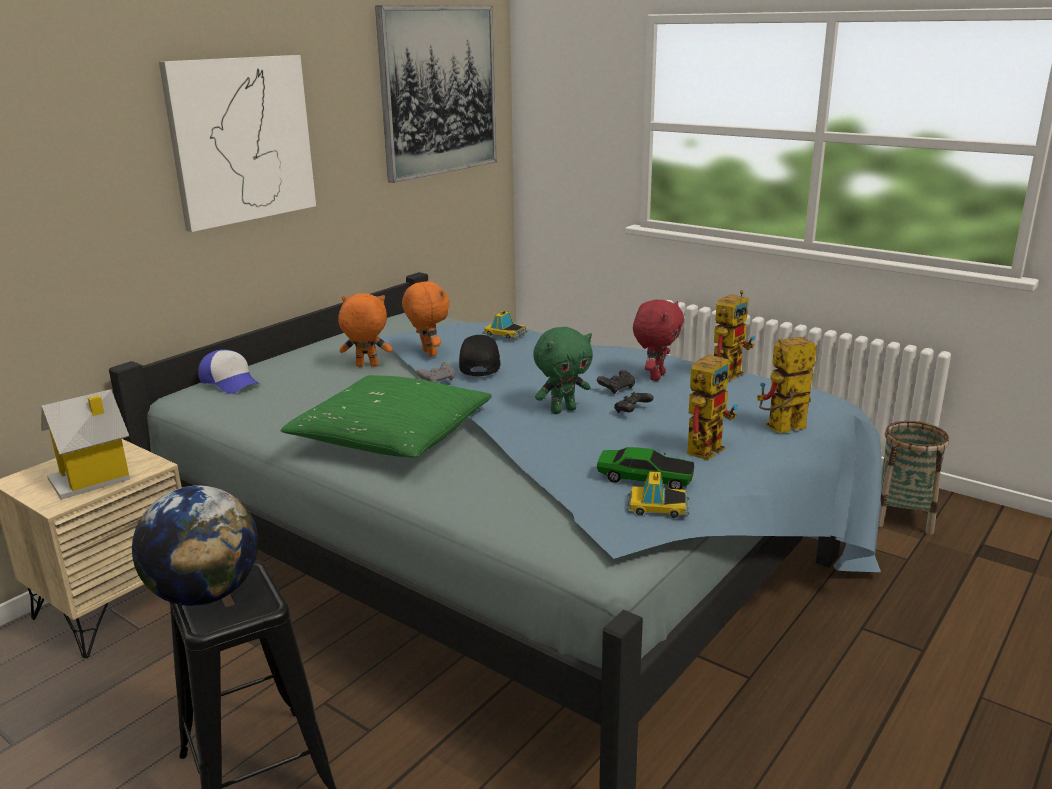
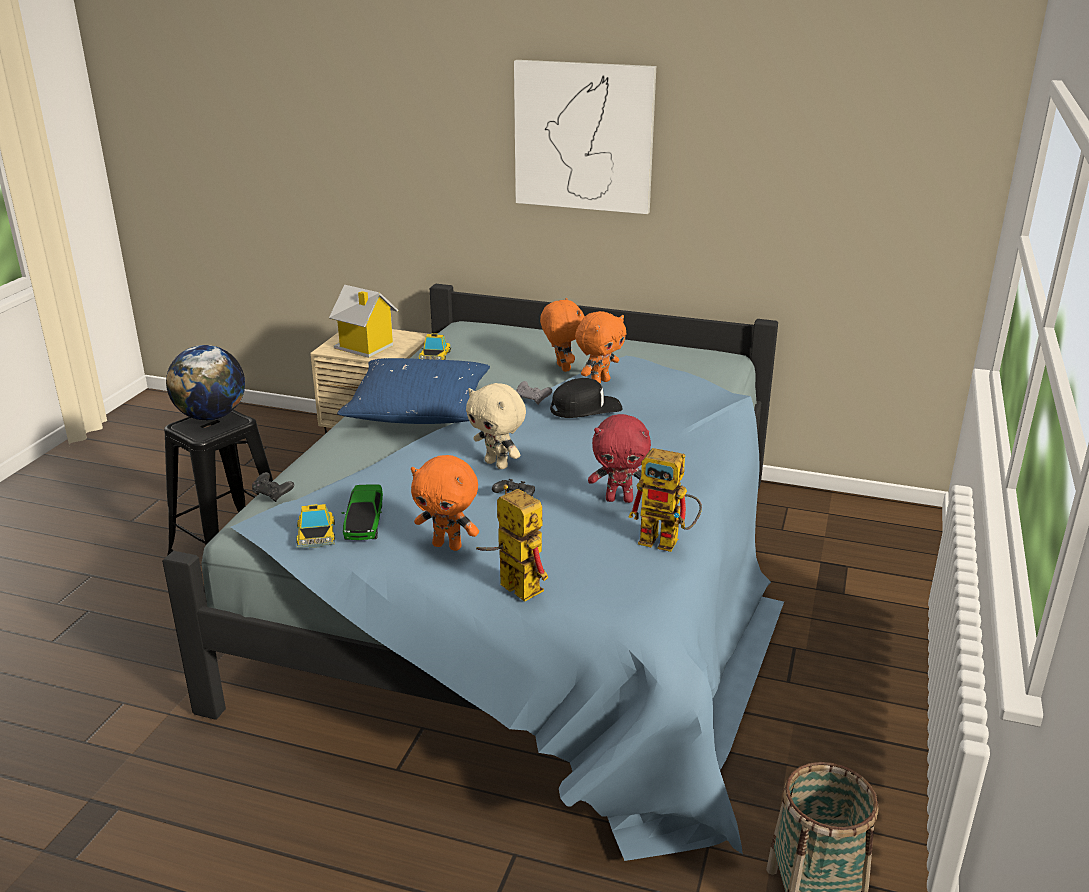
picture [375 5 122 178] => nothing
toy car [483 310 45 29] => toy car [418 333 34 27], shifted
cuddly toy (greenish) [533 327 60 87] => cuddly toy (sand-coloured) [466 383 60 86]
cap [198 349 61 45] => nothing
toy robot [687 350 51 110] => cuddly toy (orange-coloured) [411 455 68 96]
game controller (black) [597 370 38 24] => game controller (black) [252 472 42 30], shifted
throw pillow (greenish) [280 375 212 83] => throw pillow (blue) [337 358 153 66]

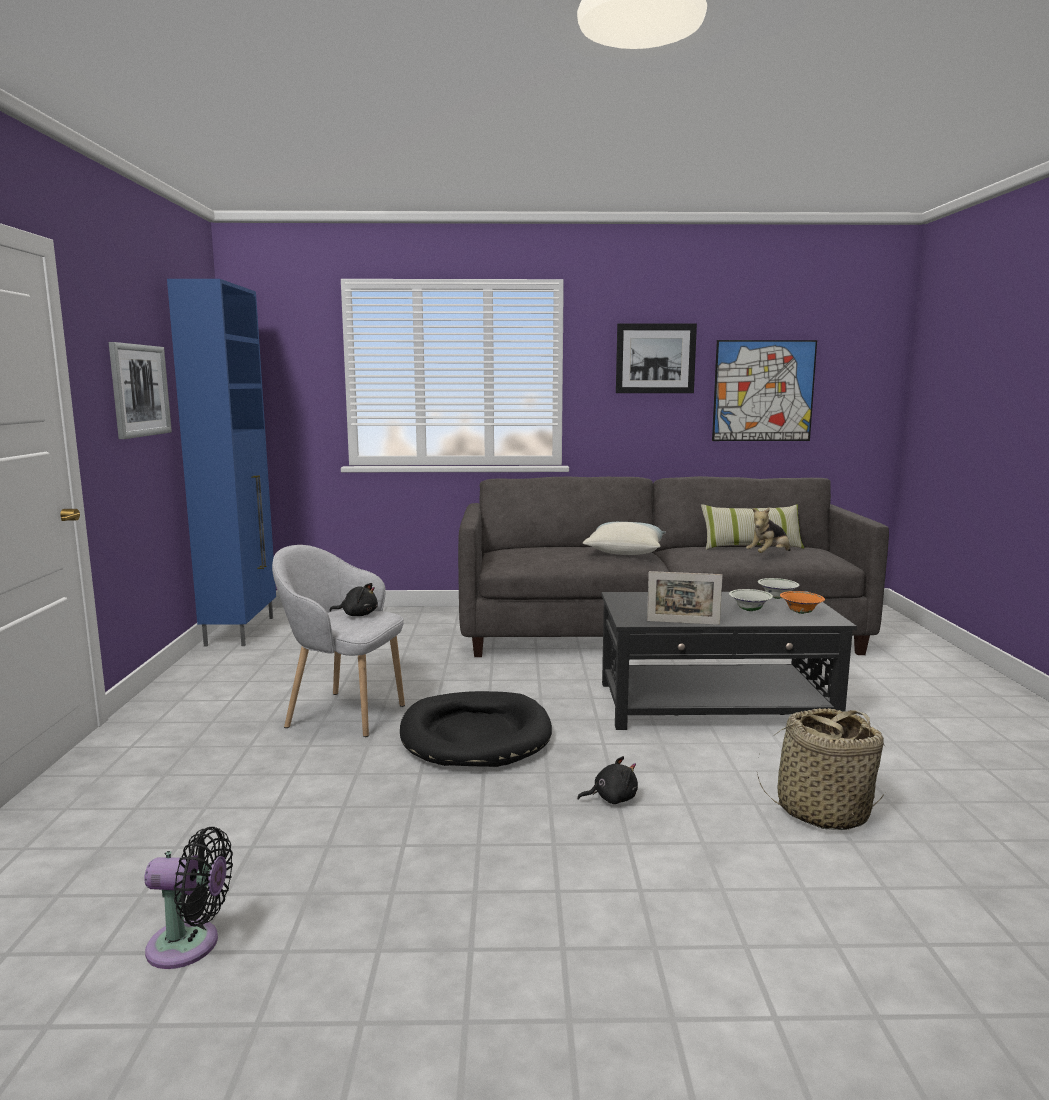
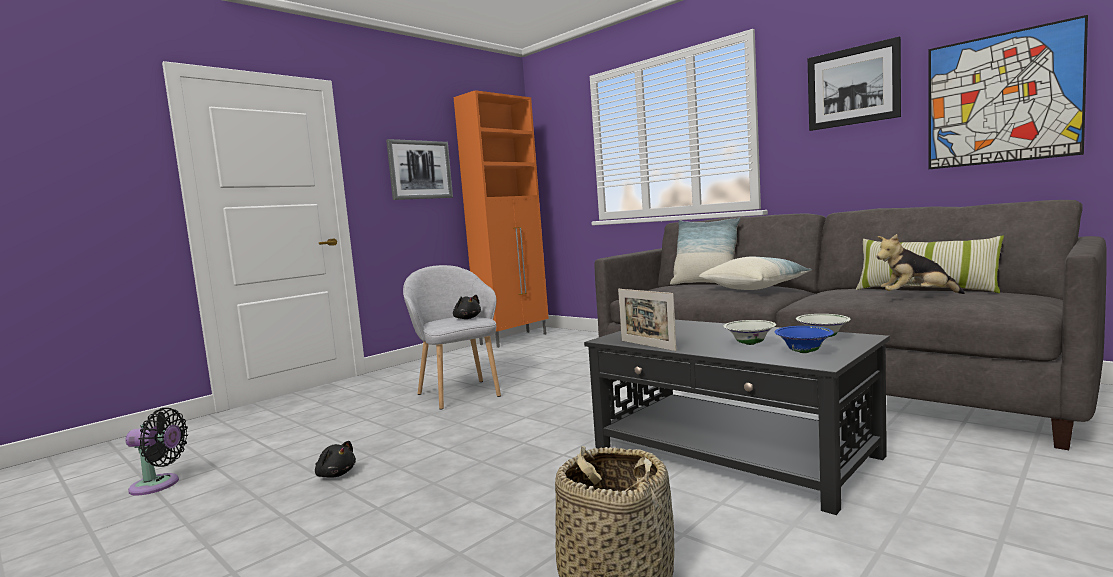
cupboard (blue) [167 279 109 368] => cupboard (orange-coloured) [453 90 96 258]
deep dish (orange-coloured) [780 591 45 23] => deep dish (blue) [774 326 60 27]
dog bed (black) [400 691 152 76] => nothing
cuddly toy (black) [577 756 61 48] => cuddly toy (black) [315 441 41 37], shifted
cooling fan (black) [144 827 89 142] => cooling fan (black) [125 408 63 88], 45 degrees counterclockwise
nothing => throw pillow [670 217 70 68]

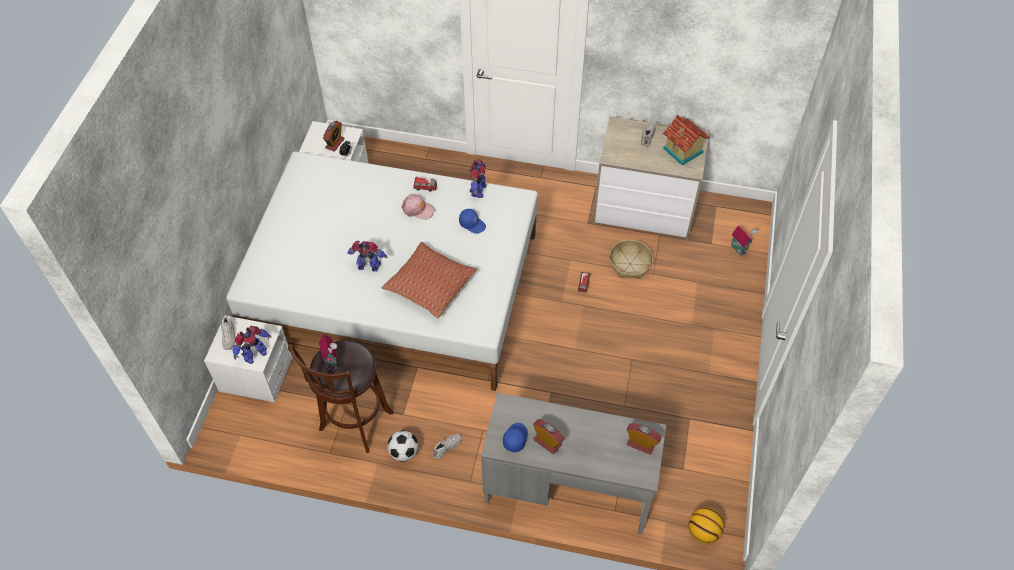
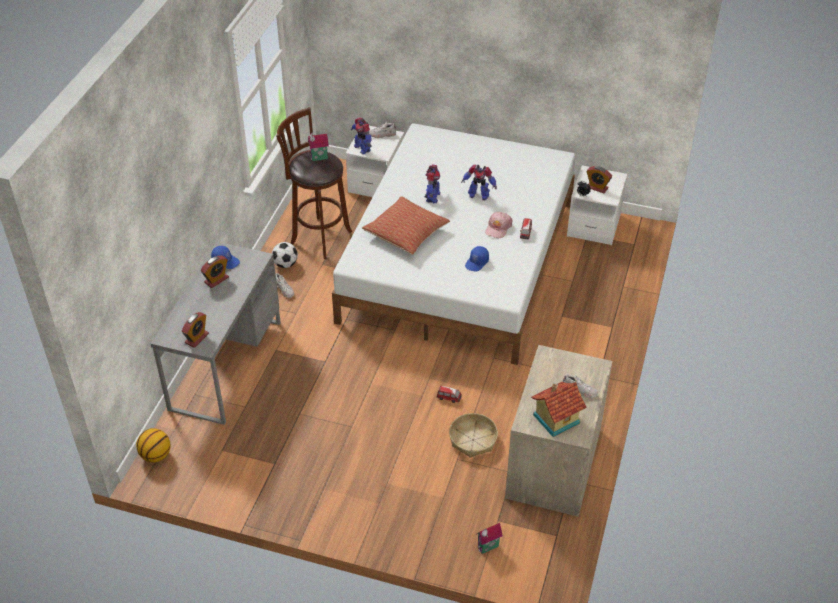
toy robot [469 159 18 39] => toy robot [461 165 36 35], shifted

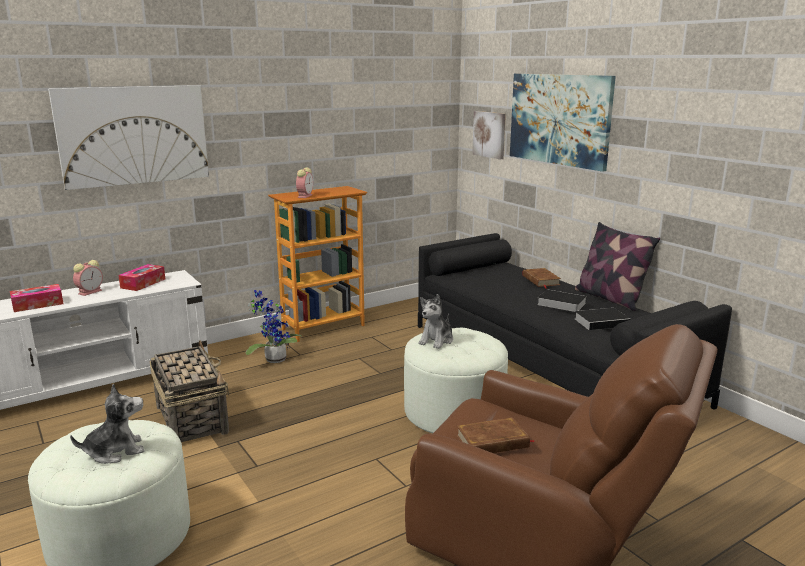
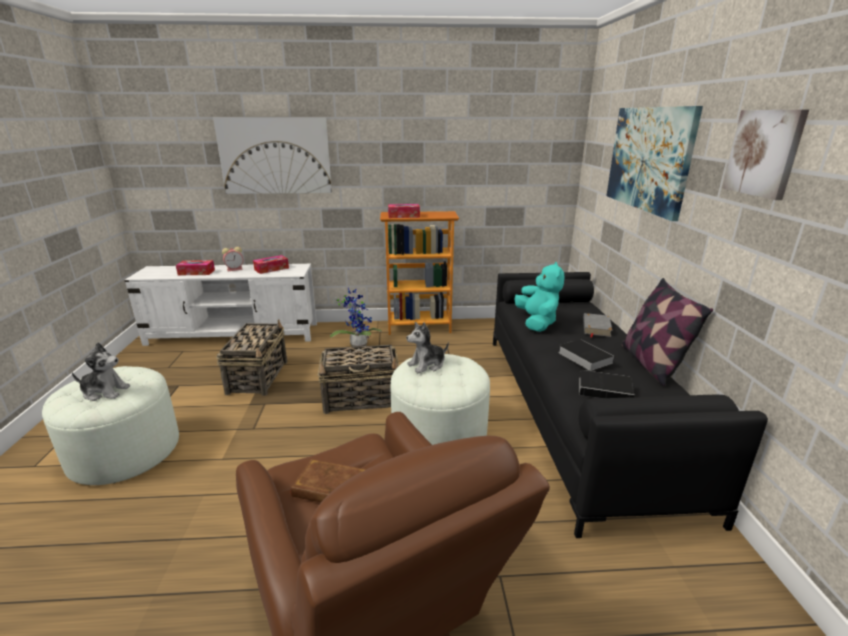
picture [472 111 34 49] => picture [722 110 87 90], shifted
table clock [296 167 17 31] => tissue holder [388 204 32 14]
volume (brownish) [523 268 38 21] => volume (gray) [583 313 29 25]
nothing => cuddly toy (turquoise-coloured) [515 262 50 70]
nothing => basket [317 345 82 69]

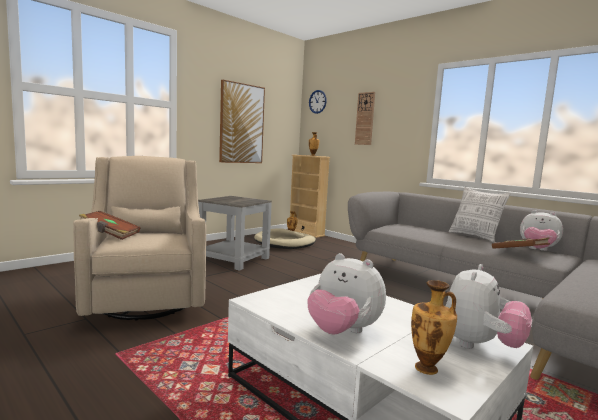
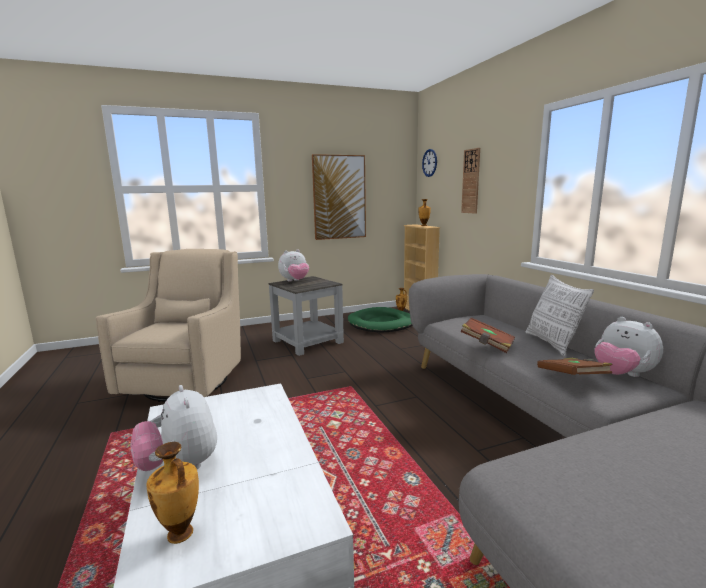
volume (brownish) [79 211 61 29] => volume (brownish) [460 318 55 35], shifted
dog bed (sand-coloured) [254 229 62 20] => dog bed (greenish) [348 307 64 26]
cuddly toy [446 264 86 85] => cuddly toy [278 250 31 32], shifted

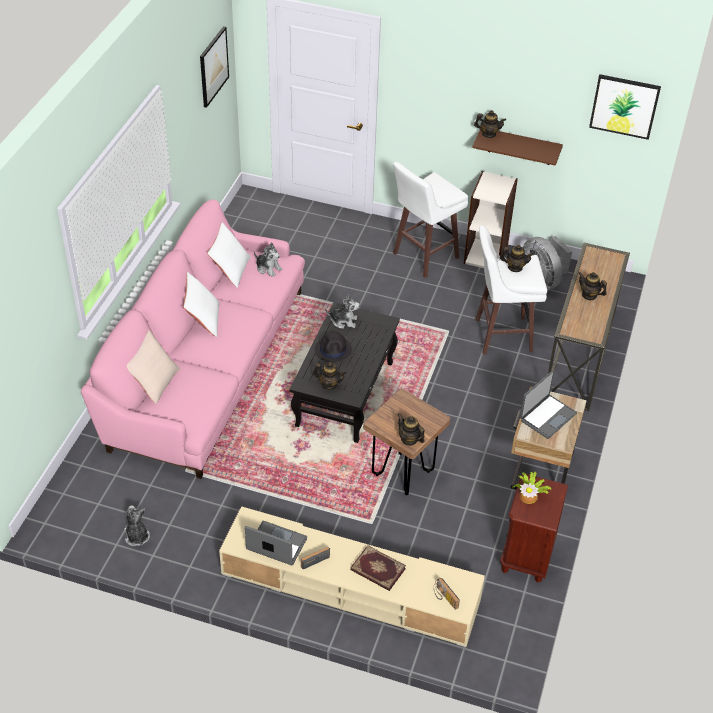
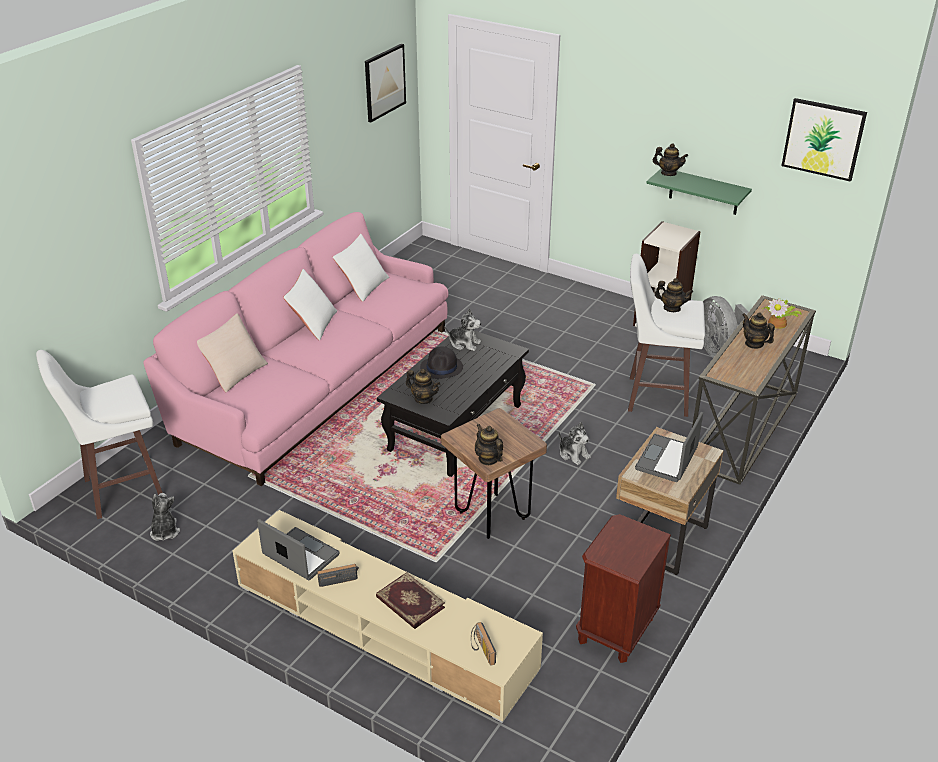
shelf (brownish) [472 130 91 36] => shelf (greenish) [646 169 106 46]
stool (white-coloured) [393 162 75 116] => stool (white-coloured) [36 350 127 169], shifted
cuddly toy [254 242 28 35] => cuddly toy [558 422 33 43], shifted
laptop [520 370 57 69] => laptop [635 412 68 70], 150 degrees clockwise
plant in a pot [512 471 40 33] => plant in a pot [761 298 41 31], shifted

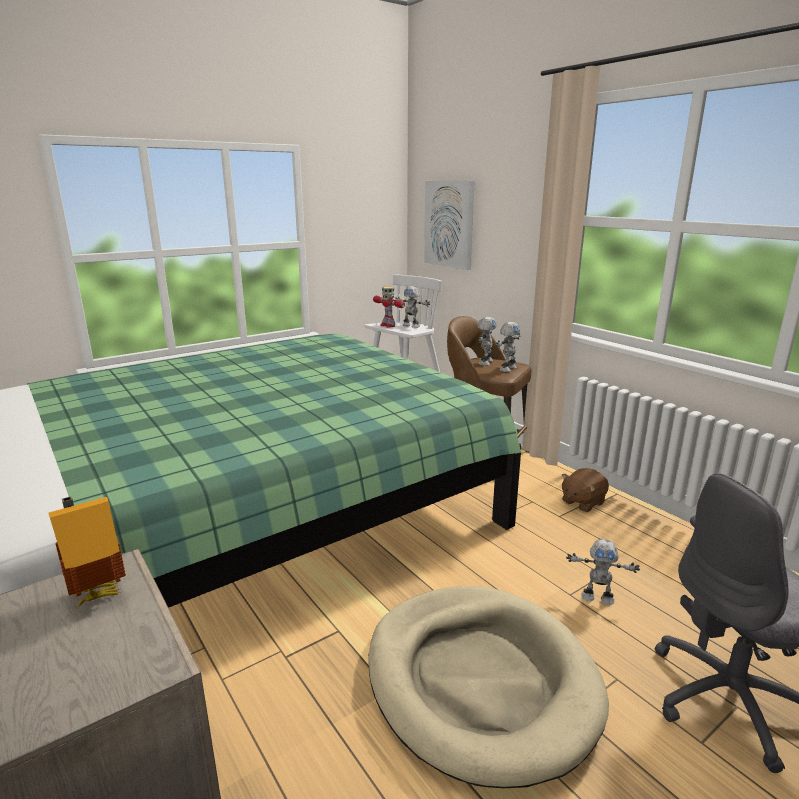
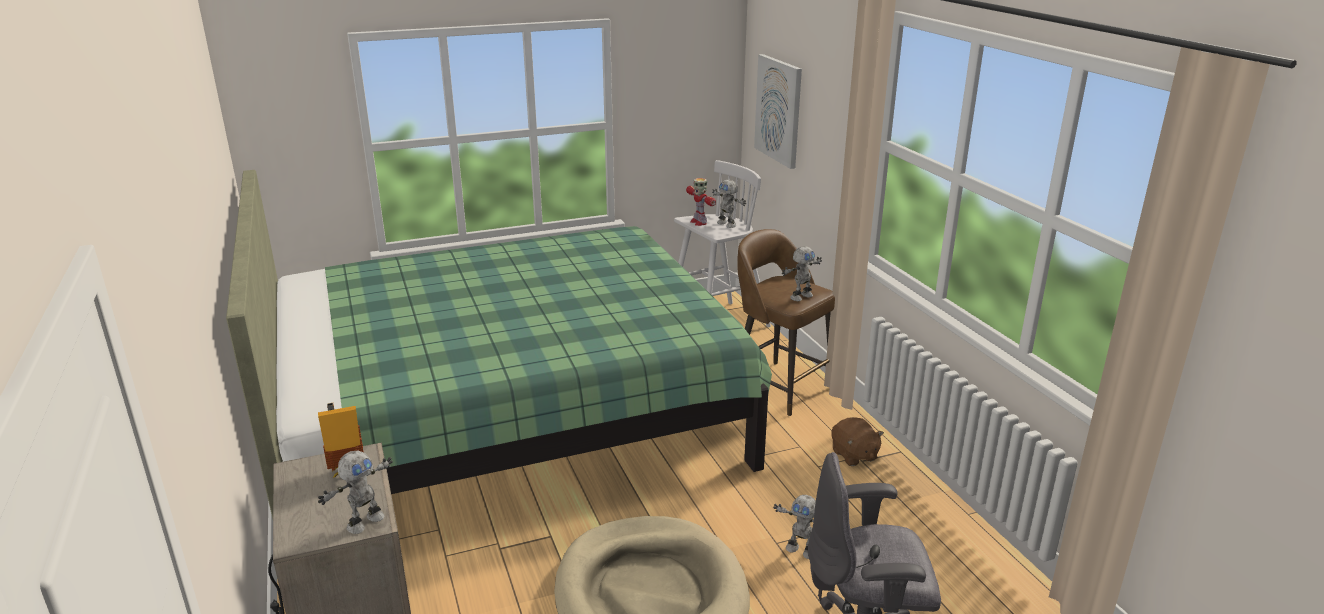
toy robot [478 317 19 49] => toy robot [318 451 75 83], shifted
cuddly toy (brownish) [562 468 47 44] => cuddly toy (brownish) [831 417 53 49], 90 degrees counterclockwise

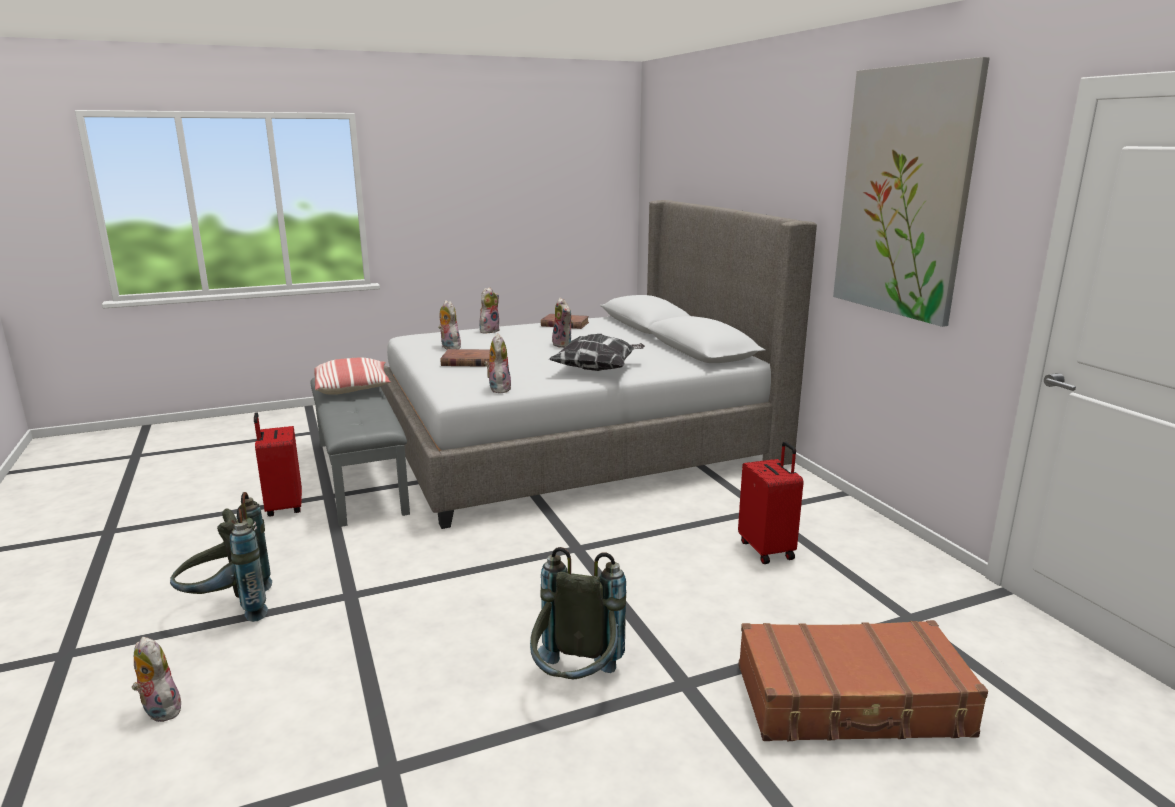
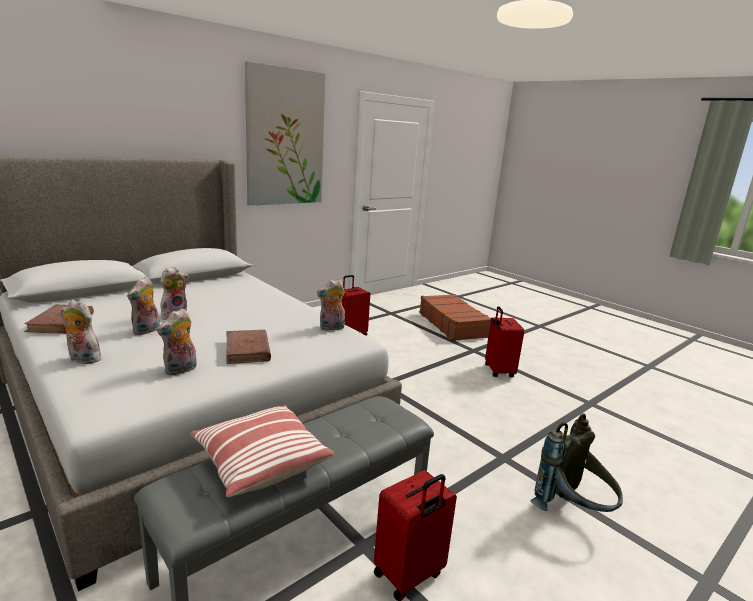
throw pillow [550 334 95 37] => nothing
backpack (gray) [530 547 96 132] => piece of luggage (red) [485 306 39 71]
cuddly toy [132 637 49 85] => cuddly toy [127 277 33 58], shifted

